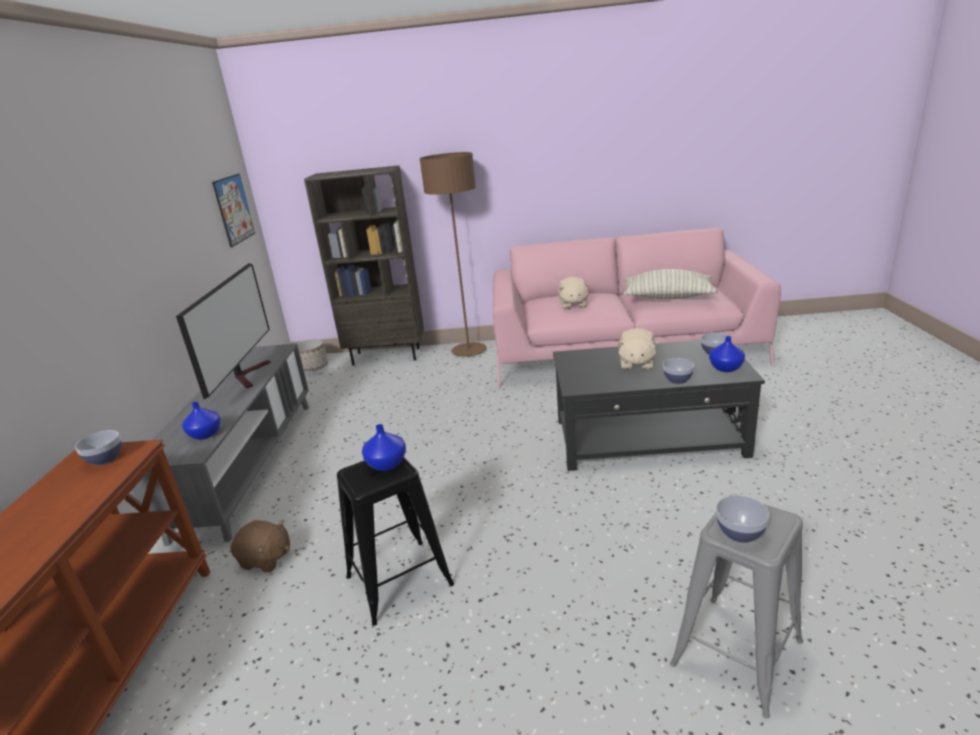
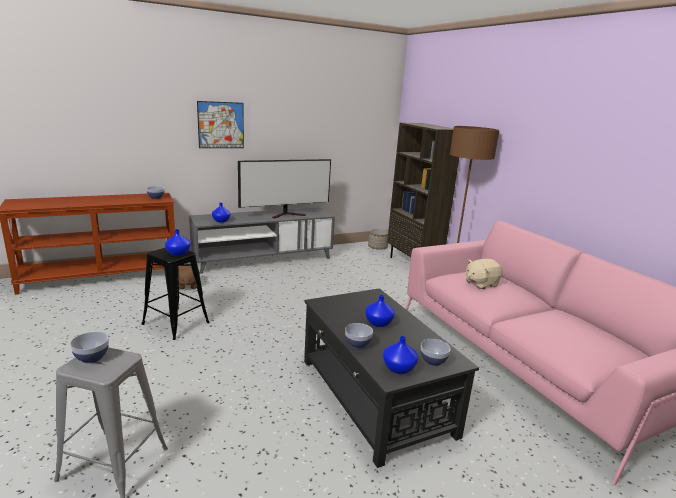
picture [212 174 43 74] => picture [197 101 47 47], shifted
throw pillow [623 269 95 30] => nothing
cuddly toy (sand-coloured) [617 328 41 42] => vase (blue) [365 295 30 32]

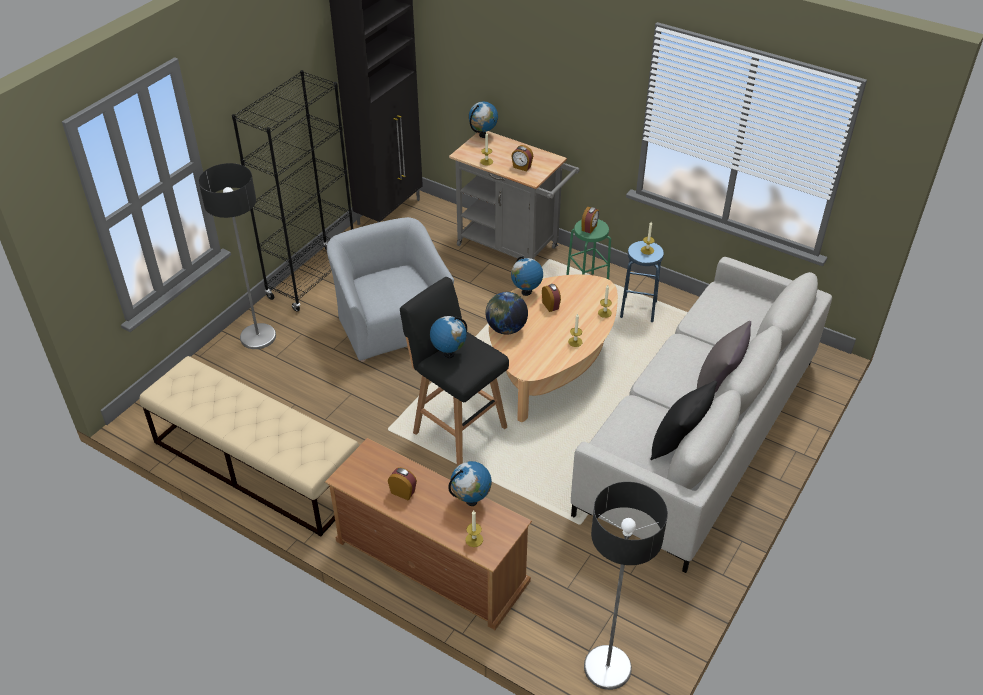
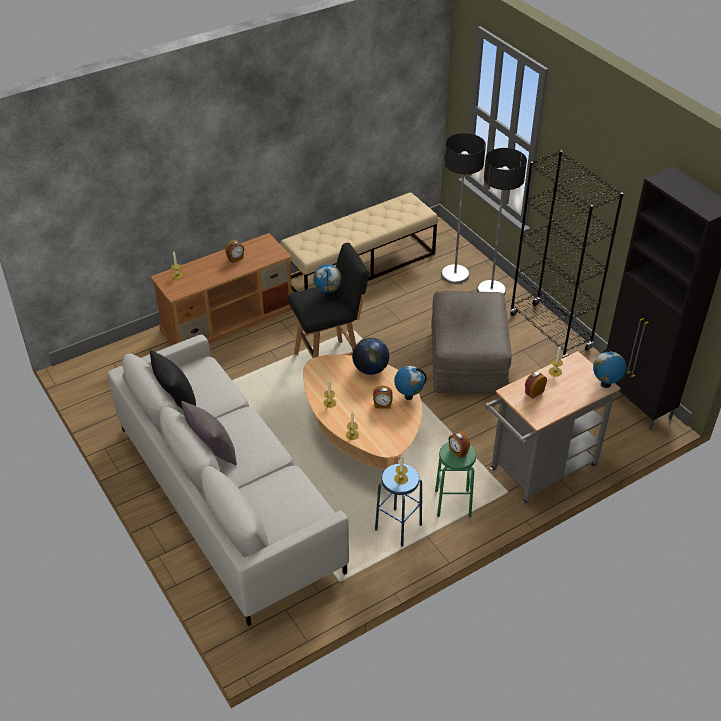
armchair (gray) [327 217 127 145] => pouffe (gray) [432 291 80 103]
desk globe [448 461 44 45] => nothing
standard lamp [584 482 84 208] => standard lamp [441 133 45 151], shifted

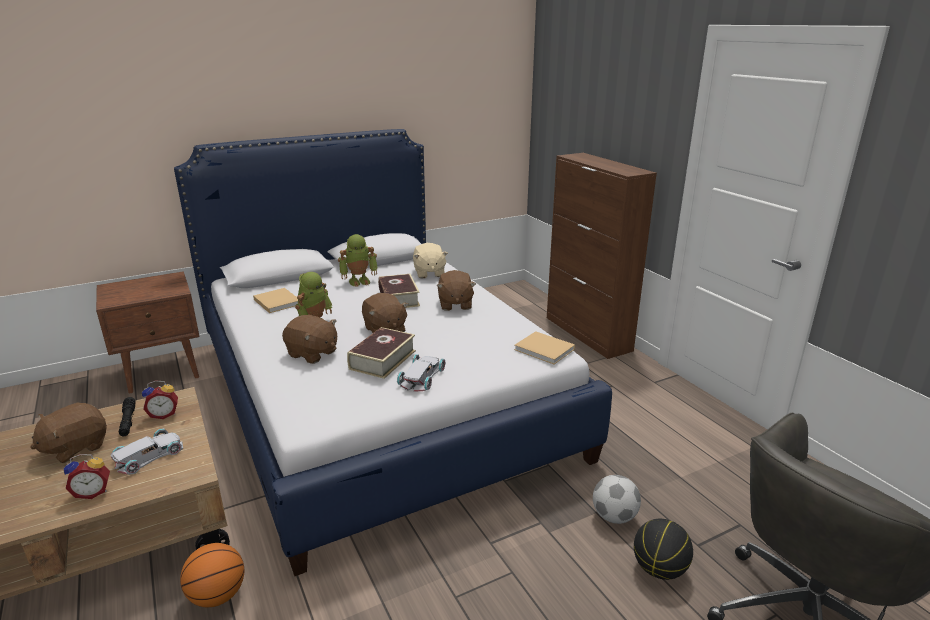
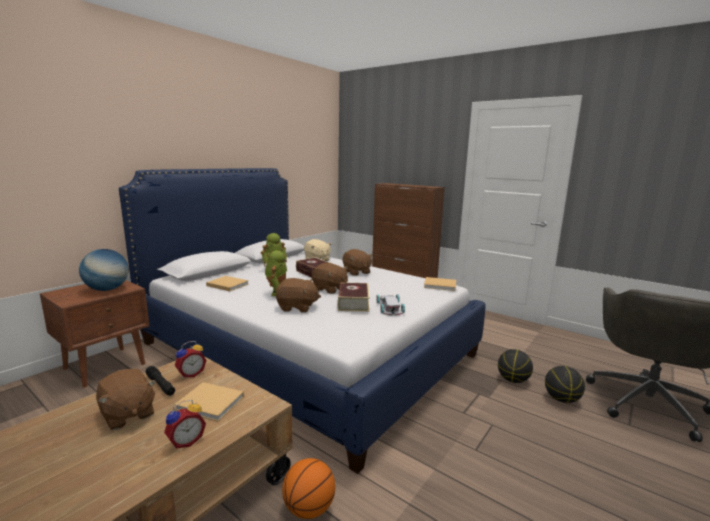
cuddly toy (brownish) [30 403 77 60] => cuddly toy (brownish) [96 369 60 61], 60 degrees counterclockwise
toy car (white-coloured) [111 428 72 47] => volume (sand-coloured) [174 382 70 39]
ball for football [593 475 48 49] => basketball [498 349 35 34]
nothing => desk globe [79 249 50 42]

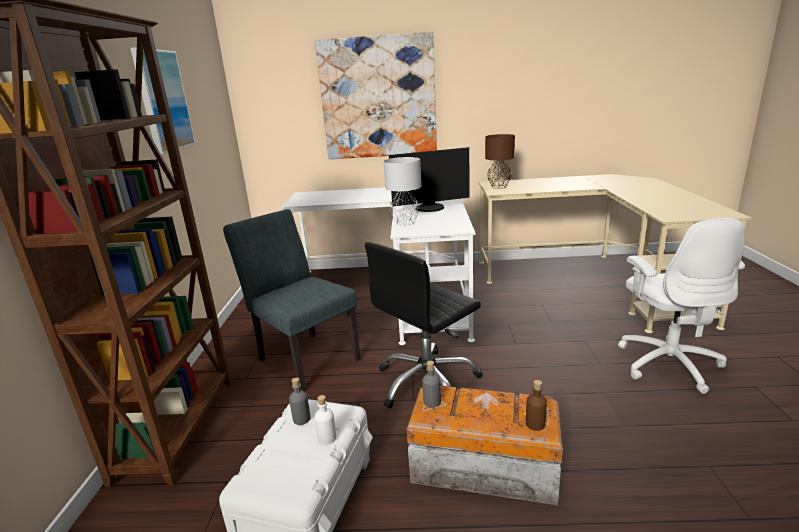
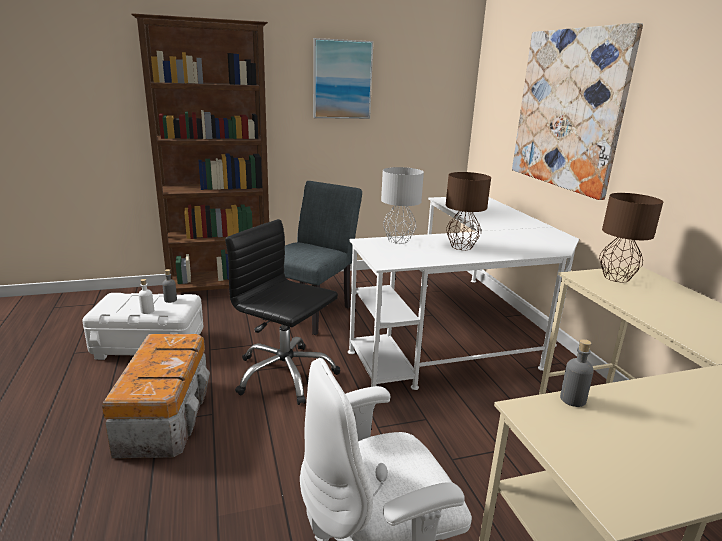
computer display [389 147 81 65] => tabletop lamp (brownish) [446 172 45 78]
beverage bottle (gray) [422 361 19 47] => beverage bottle (gray) [560 339 34 68], shifted
beverage bottle (brownish) [526 380 21 51] => nothing

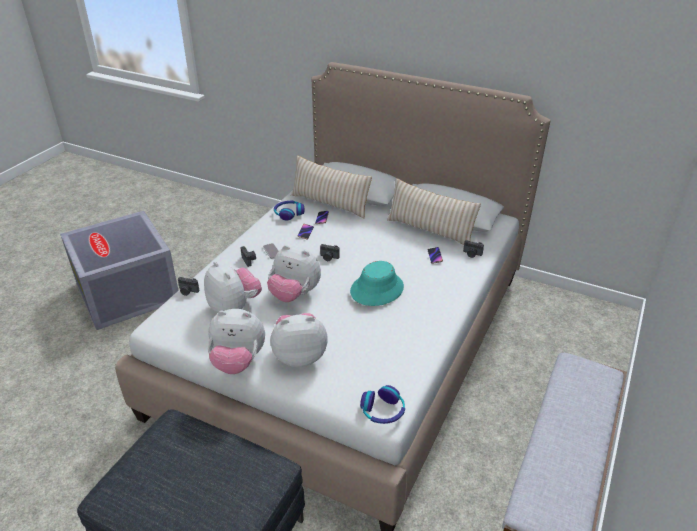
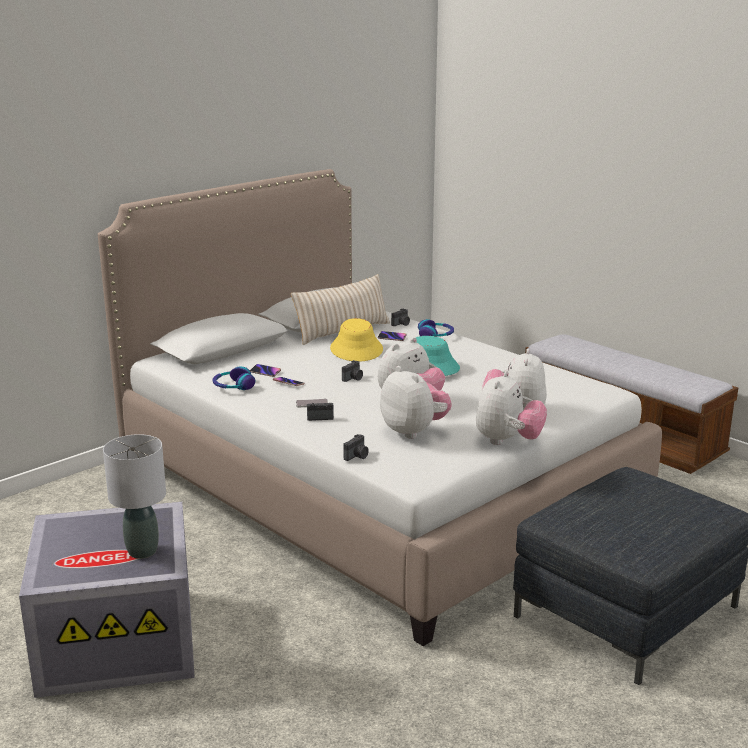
throw pillow (sand-coloured) [291 155 81 63] => nothing
cuddly toy [204 261 58 52] => cuddly toy [380 366 71 73], 75 degrees clockwise
pair of headphones [360 385 45 39] => pair of headphones [418 319 36 18], shifted
nothing => wearable hat (yellowish) [330 318 53 44]
nothing => tabletop lamp (gray) [103 434 63 125]

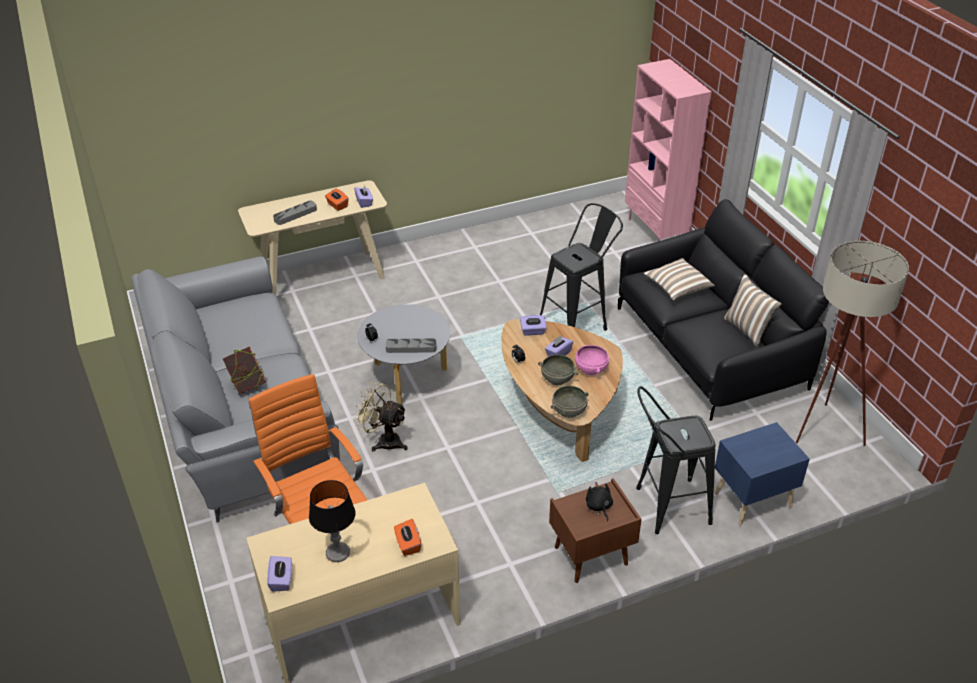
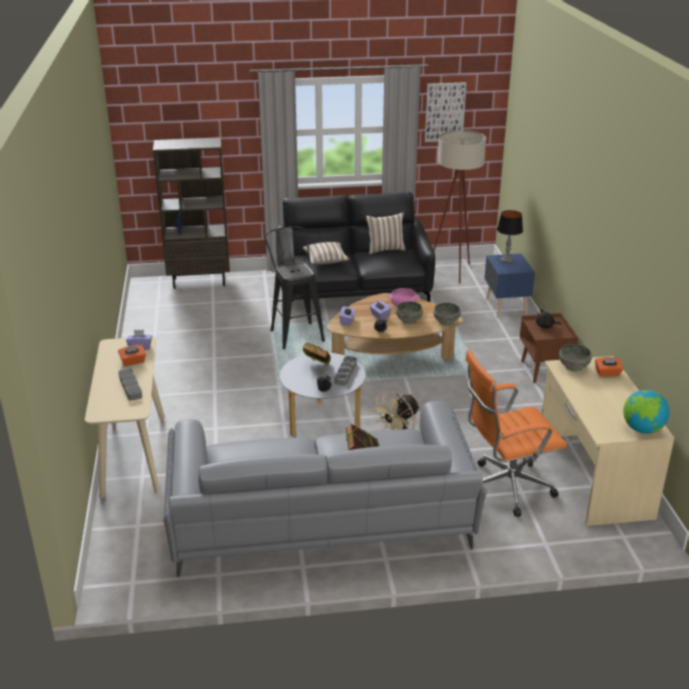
bookshelf (pink) [625 59 87 182] => bookshelf (brownish) [153 137 77 152]
stool (black) [636 386 79 148] => nothing
tabletop lamp [309 480 47 82] => tabletop lamp [497 210 26 53], shifted
tissue holder (purple) [267 556 25 36] => desk globe [623 390 46 44]
nothing => picture [425 82 41 60]
nothing => volume [303 342 28 23]
nothing => deep dish (gray) [559 344 33 28]

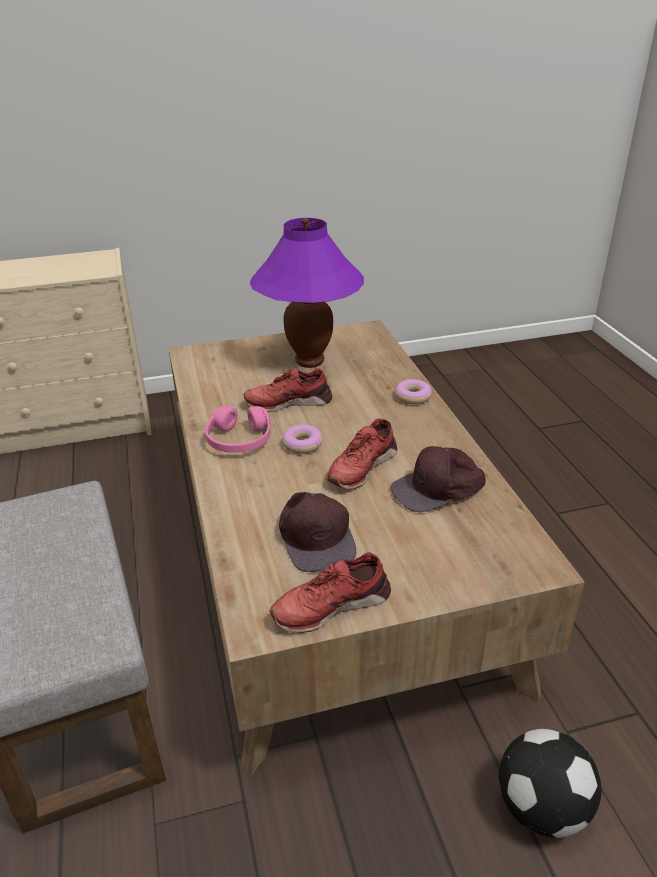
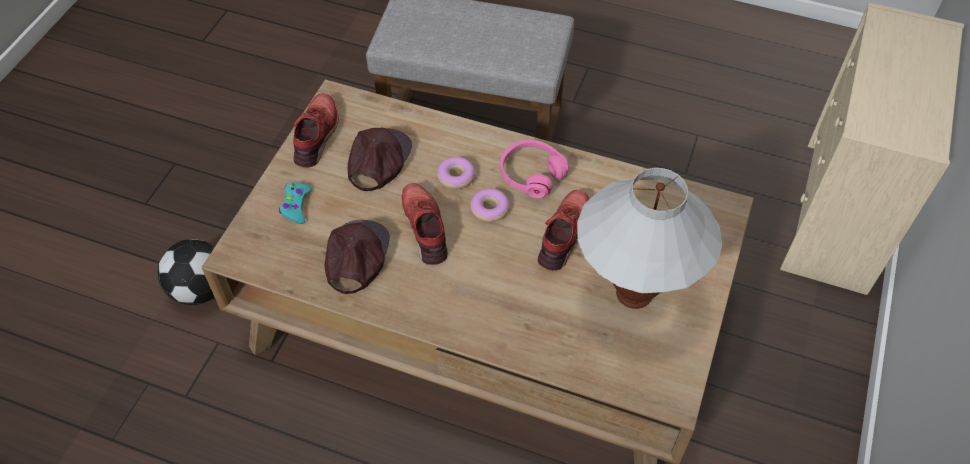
tabletop lamp (purple) [250 218 114 150] => tabletop lamp (white-coloured) [577 168 145 141]
ring doughnut [395 379 37 25] => ring doughnut [437 157 39 32], shifted
cap (brownish) [279 492 77 80] => cap (brownish) [347 128 65 63], 90 degrees clockwise
nothing => game controller (turquoise-coloured) [279 182 33 42]

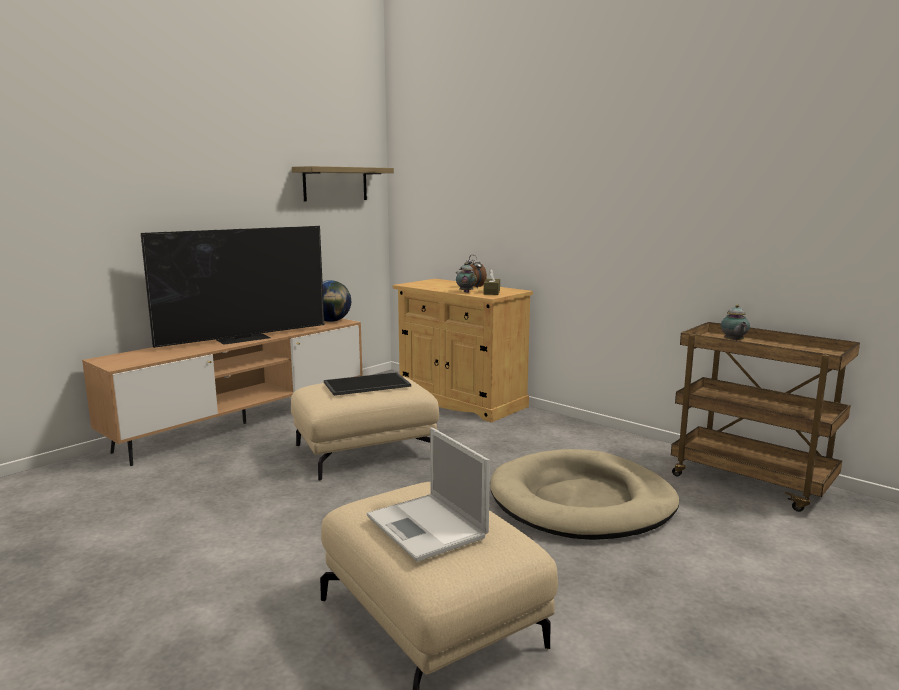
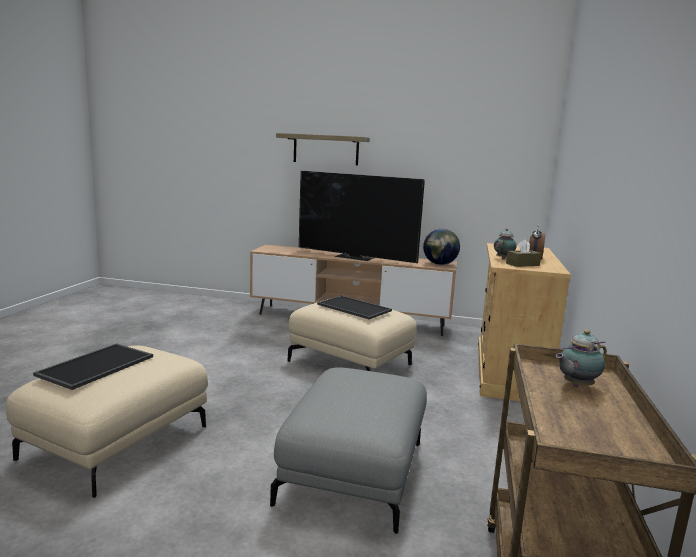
shelf [292 166 102 35] => shelf [276 133 94 32], shifted
laptop [367 428 123 134] => carrying tray [33 343 120 47]
dog bed (sand-coloured) [490 449 189 91] => pouffe (gray) [270 368 157 166]

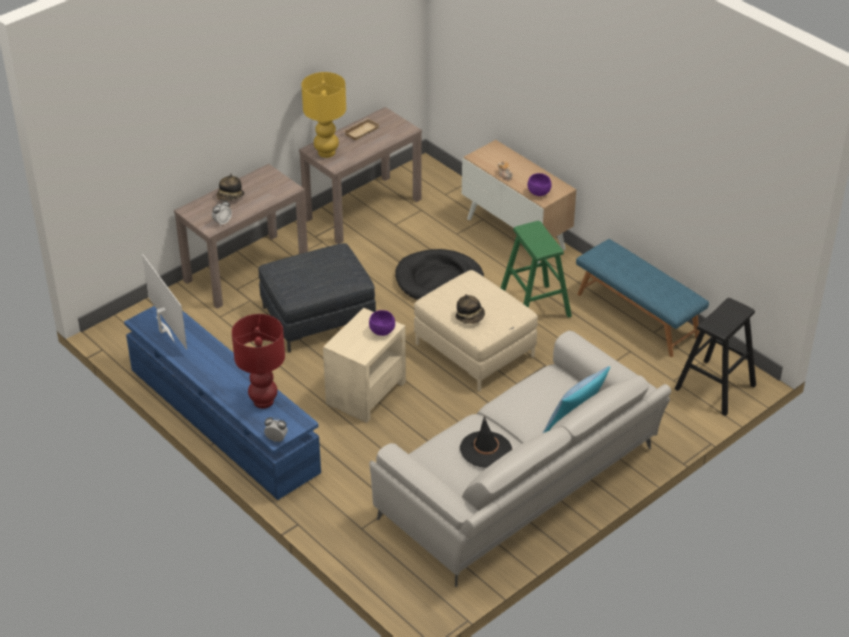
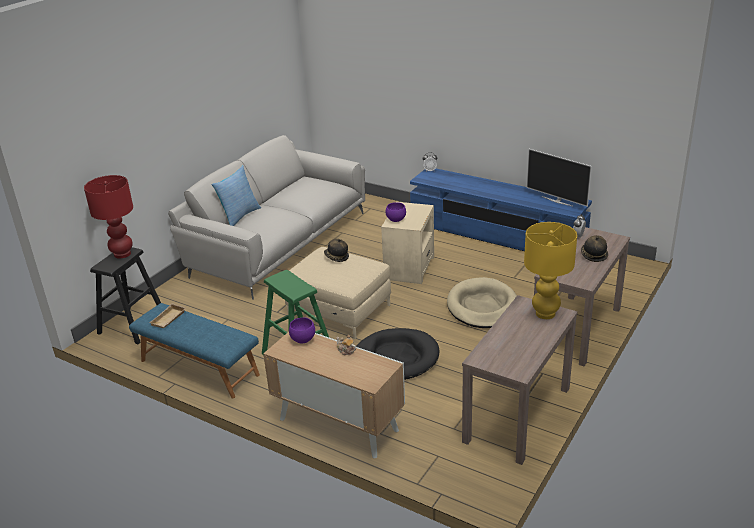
carrying tray (sand-coloured) [344 118 36 22] => carrying tray (sand-coloured) [149 303 37 25], shifted
pouffe (gray) [258 243 118 110] => dog bed (sand-coloured) [447 277 70 51]
tabletop lamp (red) [232 314 53 95] => tabletop lamp (red) [84 175 49 84], shifted
wearable hat (black) [460 415 52 53] => nothing

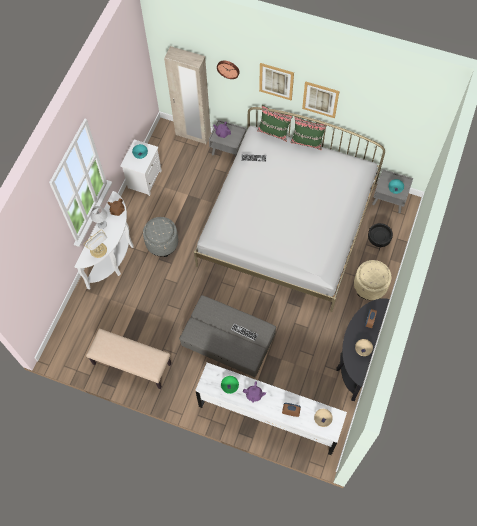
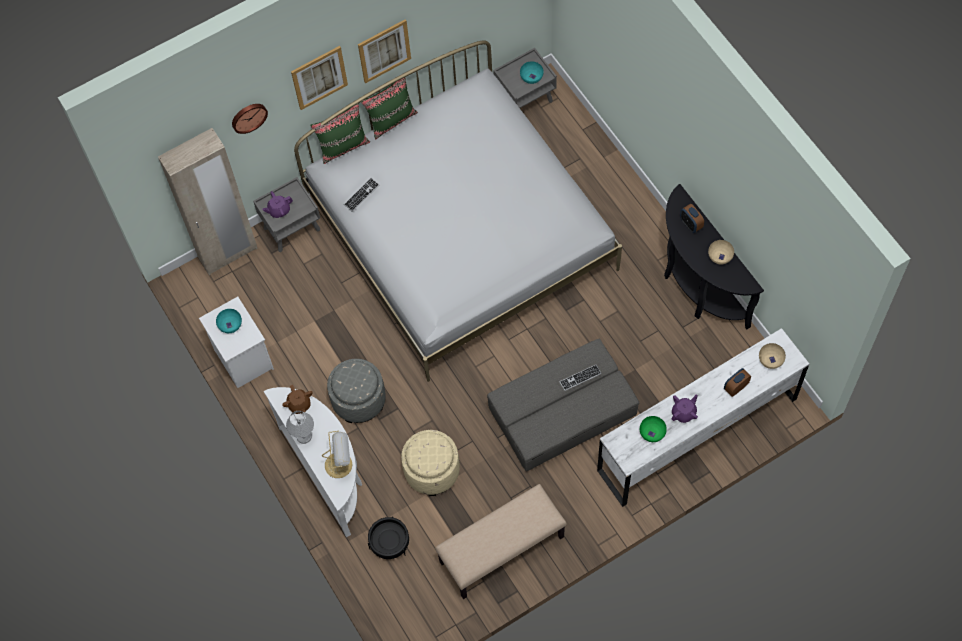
planter (black) [368 223 25 27] => planter (black) [368 516 41 43], shifted
pouffe (sand-coloured) [354 260 38 40] => pouffe (sand-coloured) [401 430 59 66], shifted

